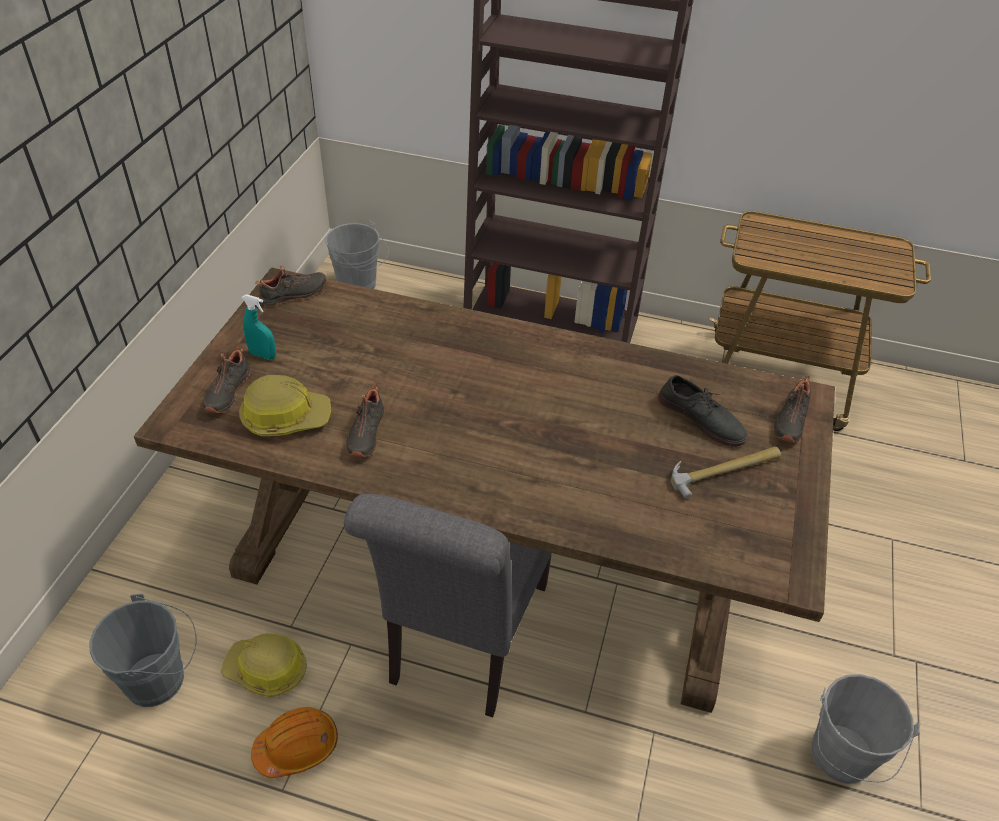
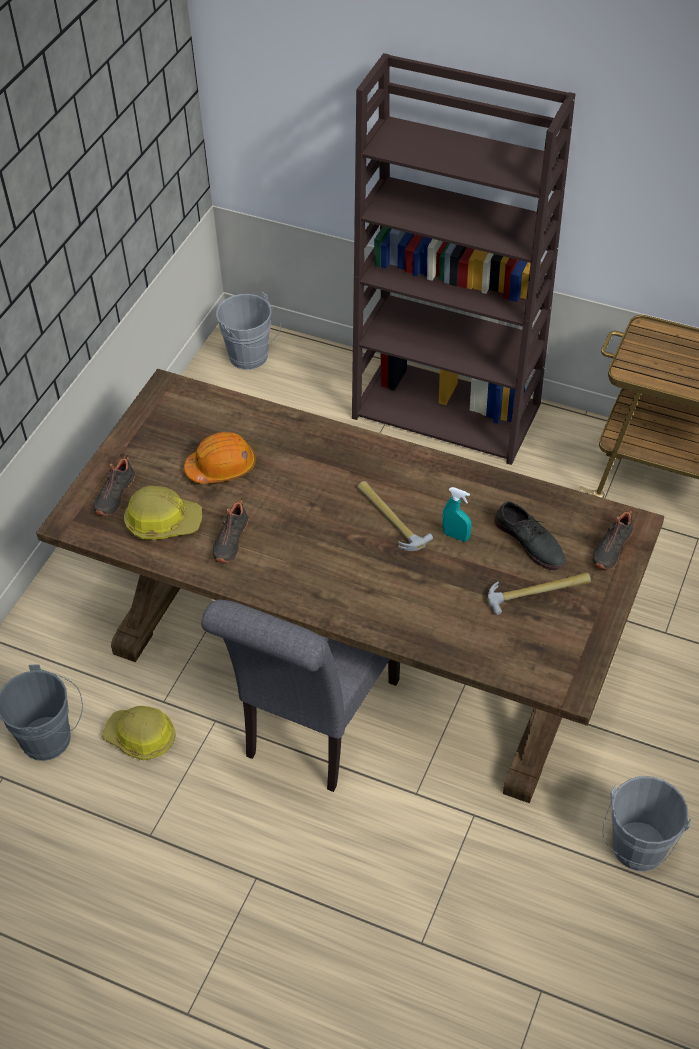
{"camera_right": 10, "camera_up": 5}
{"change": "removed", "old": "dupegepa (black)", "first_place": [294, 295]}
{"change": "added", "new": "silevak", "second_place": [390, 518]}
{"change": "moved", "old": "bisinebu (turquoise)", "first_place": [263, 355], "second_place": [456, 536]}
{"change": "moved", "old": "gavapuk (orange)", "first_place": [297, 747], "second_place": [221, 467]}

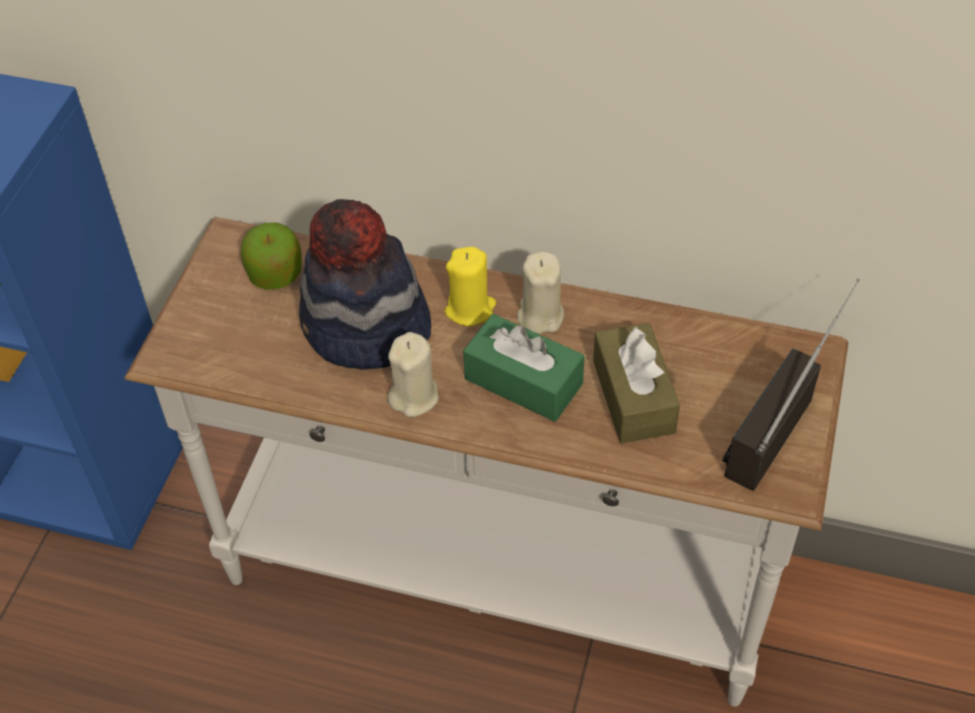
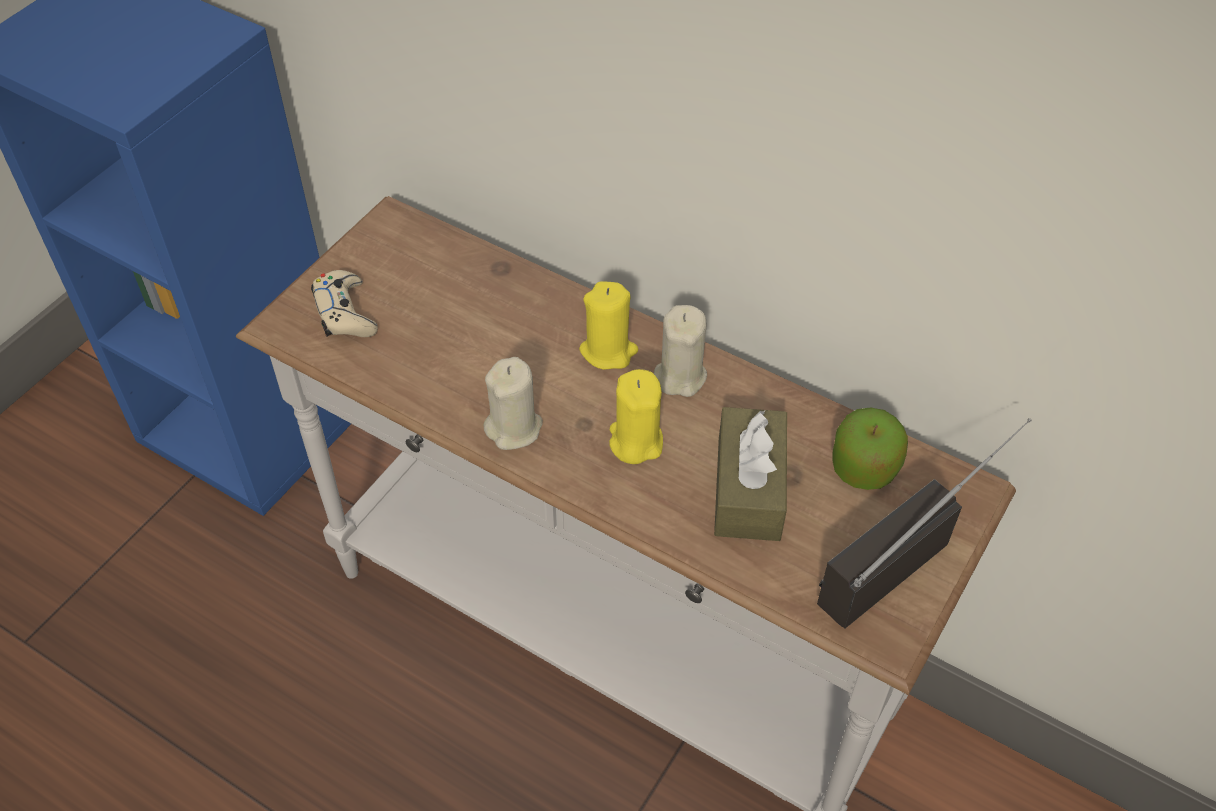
{"camera_right": 15, "camera_up": 0}
{"change": "removed", "old": "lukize", "first_place": [365, 328]}
{"change": "added", "new": "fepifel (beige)", "second_place": [345, 313]}
{"change": "moved", "old": "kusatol", "first_place": [275, 274], "second_place": [864, 468]}
{"change": "replaced", "old": "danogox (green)", "new": "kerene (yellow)", "first_place": [523, 381], "second_place": [635, 441]}

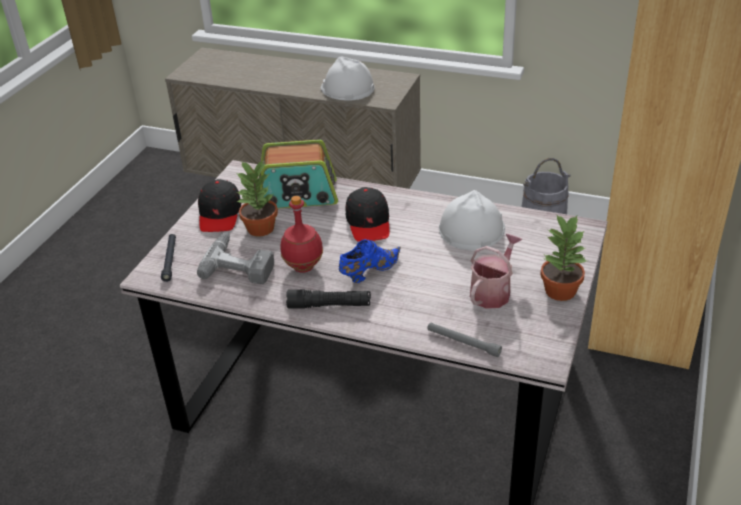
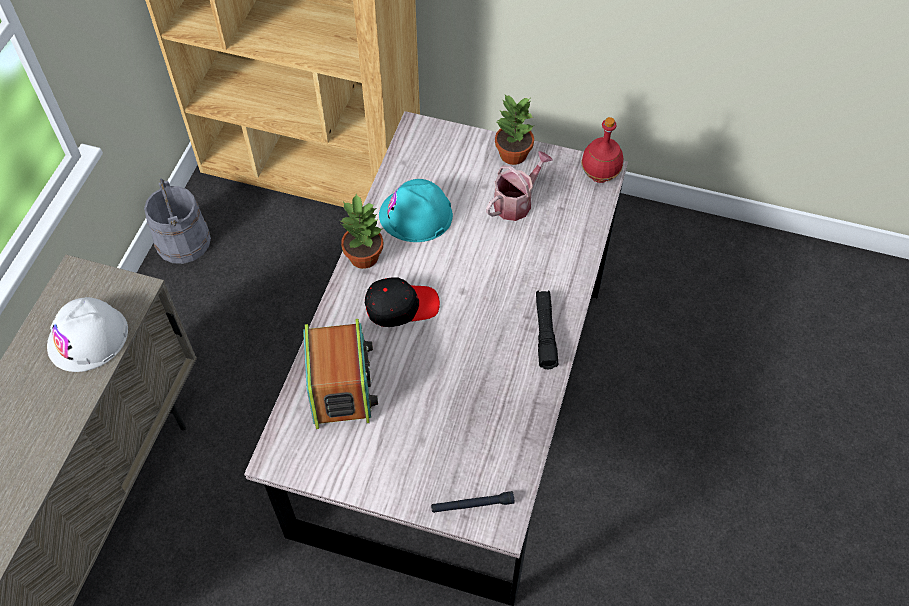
{"camera_right": -95, "camera_up": 20}
{"change": "removed", "old": "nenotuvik", "first_place": [241, 263]}
{"change": "removed", "old": "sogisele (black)", "first_place": [220, 214]}
{"change": "removed", "old": "dupegepa (blue)", "first_place": [368, 272]}
{"change": "removed", "old": "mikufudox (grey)", "first_place": [463, 343]}
{"change": "moved", "old": "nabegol", "first_place": [261, 229], "second_place": [364, 256]}
{"change": "moved", "old": "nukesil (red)", "first_place": [303, 267], "second_place": [599, 176]}
{"change": "recoloured", "old": "gavapuk (white)", "new": "gavapuk (turquoise)", "first_place": [471, 229], "second_place": [416, 215]}
{"change": "turned", "old": "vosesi", "first_place": [493, 291], "second_place": [516, 202], "degrees": 105}

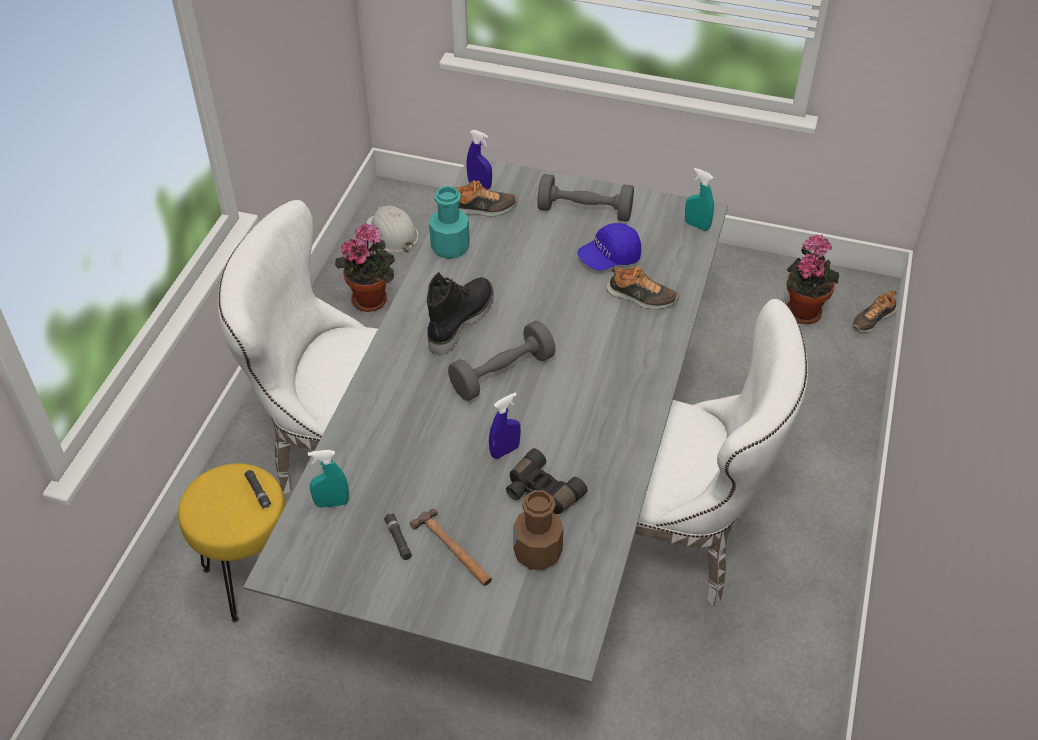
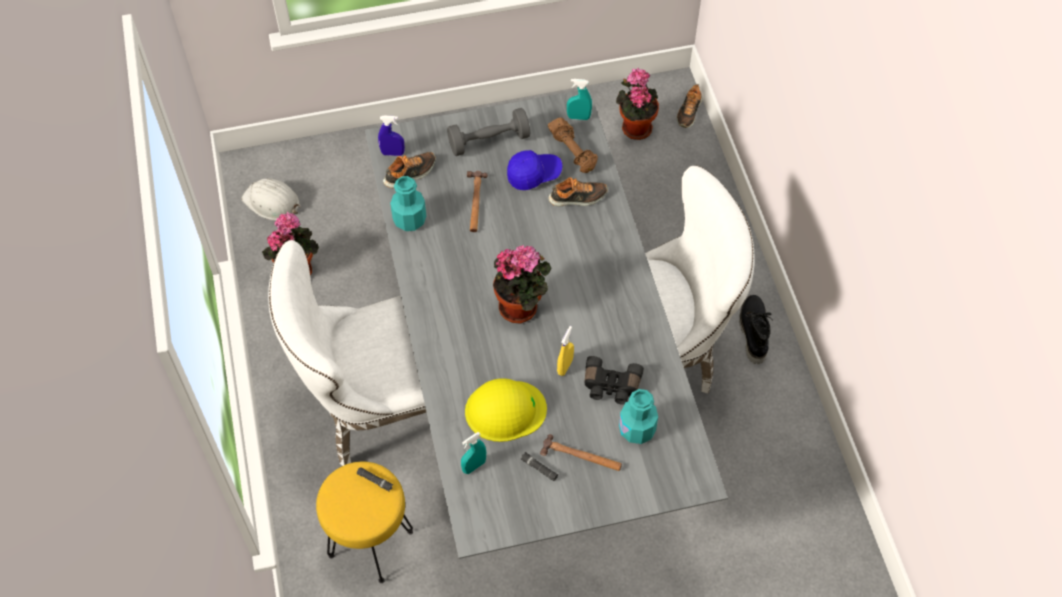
{"camera_right": -30, "camera_up": 10}
{"change": "added", "new": "gavapuk (yellow)", "second_place": [505, 410]}
{"change": "added", "new": "silevak", "second_place": [475, 202]}
{"change": "added", "new": "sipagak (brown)", "second_place": [573, 151]}
{"change": "moved", "old": "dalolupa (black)", "first_place": [459, 321], "second_place": [752, 332]}
{"change": "replaced", "old": "sipagak (grey)", "new": "nabegol", "first_place": [502, 374], "second_place": [522, 307]}
{"change": "recoloured", "old": "bisinebu (blue)", "new": "bisinebu (yellow)", "first_place": [505, 451], "second_place": [565, 366]}
{"change": "recoloured", "old": "nukesil (brown)", "new": "nukesil (turquoise)", "first_place": [537, 552], "second_place": [637, 429]}
{"change": "turned", "old": "sogisele (blue)", "first_place": [609, 258], "second_place": [533, 174], "degrees": -135}

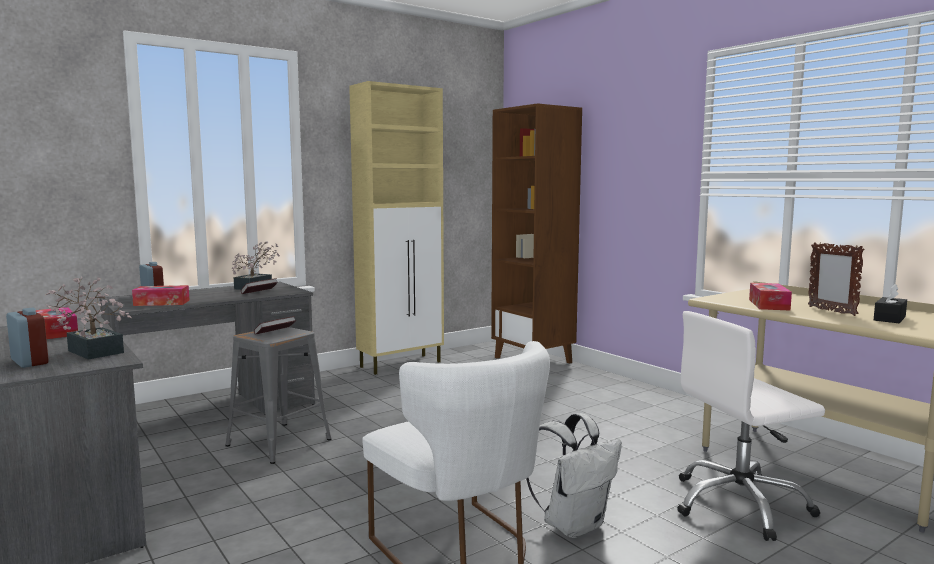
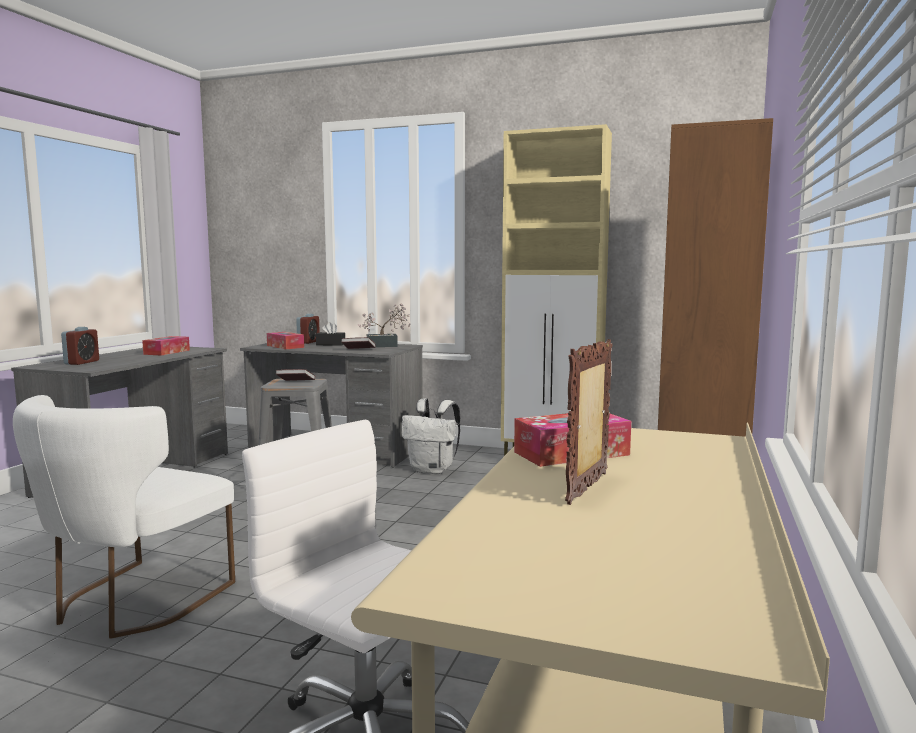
{"camera_right": 55, "camera_up": 0}
{"change": "removed", "old": "nabegol", "first_place": [93, 350]}
{"change": "moved", "old": "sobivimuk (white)", "first_place": [574, 525], "second_place": [433, 470]}
{"change": "moved", "old": "danogox (black)", "first_place": [889, 318], "second_place": [330, 344]}

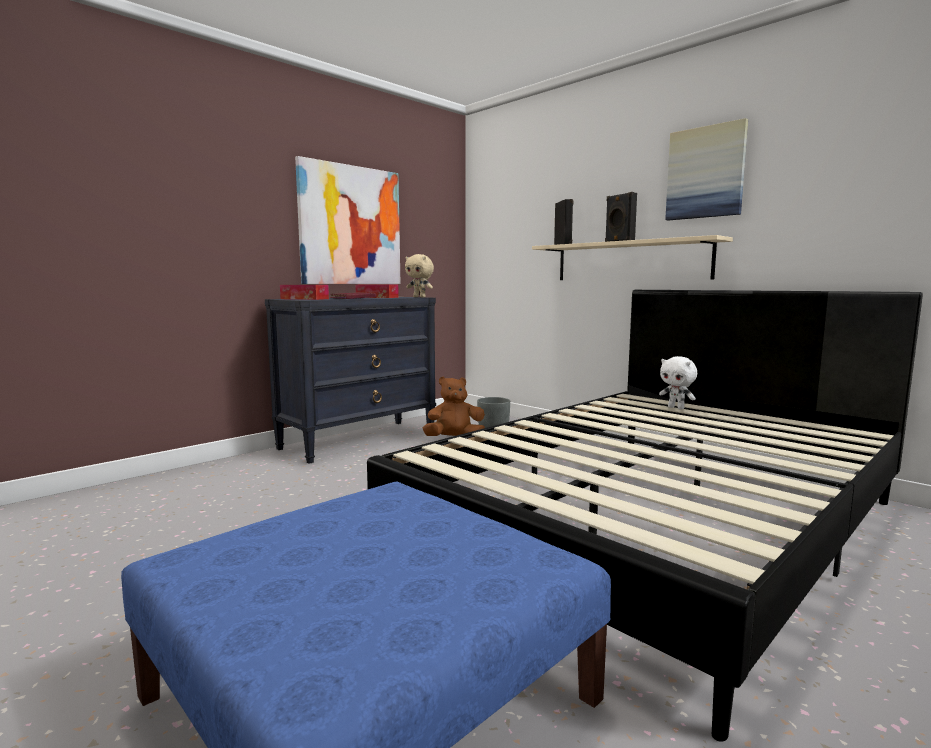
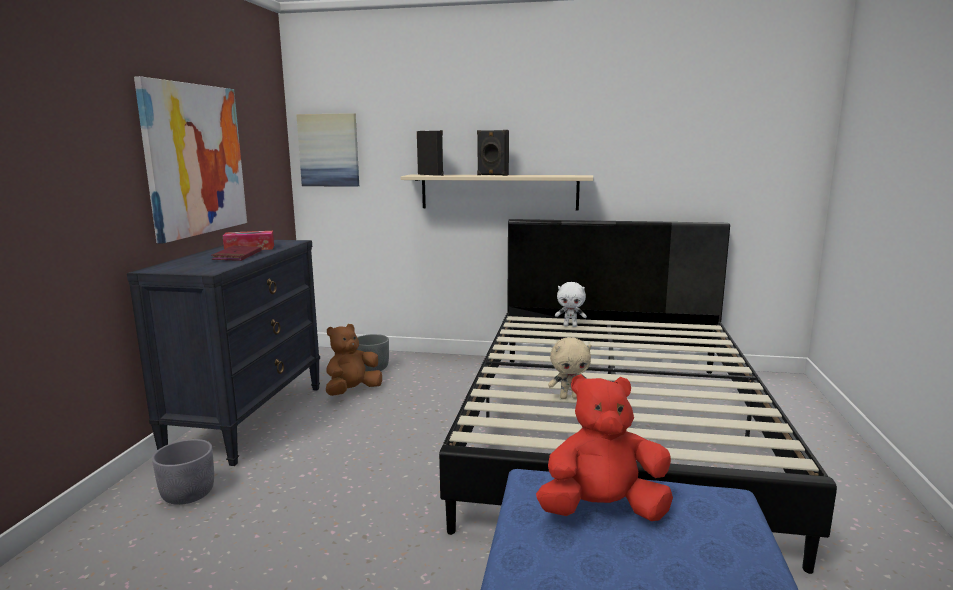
{"camera_right": -35, "camera_up": 5}
{"change": "removed", "old": "danogox", "first_place": [304, 299]}
{"change": "added", "new": "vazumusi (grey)", "second_place": [188, 494]}
{"change": "added", "new": "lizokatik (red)", "second_place": [603, 510]}
{"change": "moved", "old": "lizokatik (beige)", "first_place": [420, 297], "second_place": [569, 397]}
{"change": "moved", "old": "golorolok", "first_place": [705, 172], "second_place": [329, 150]}

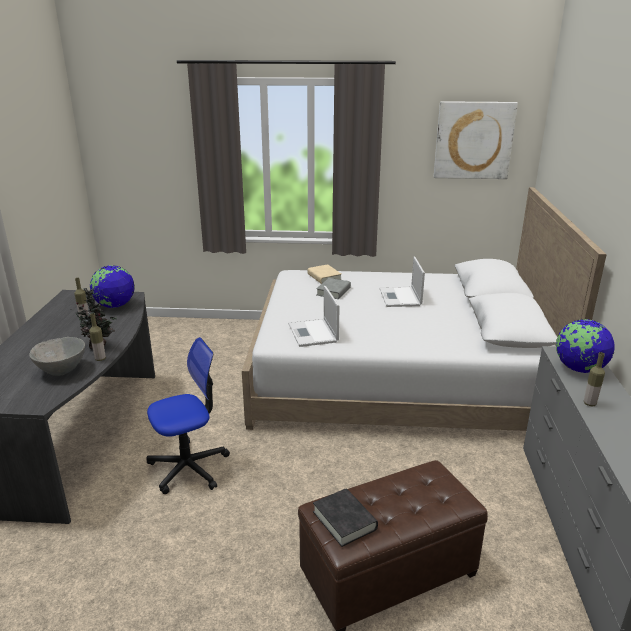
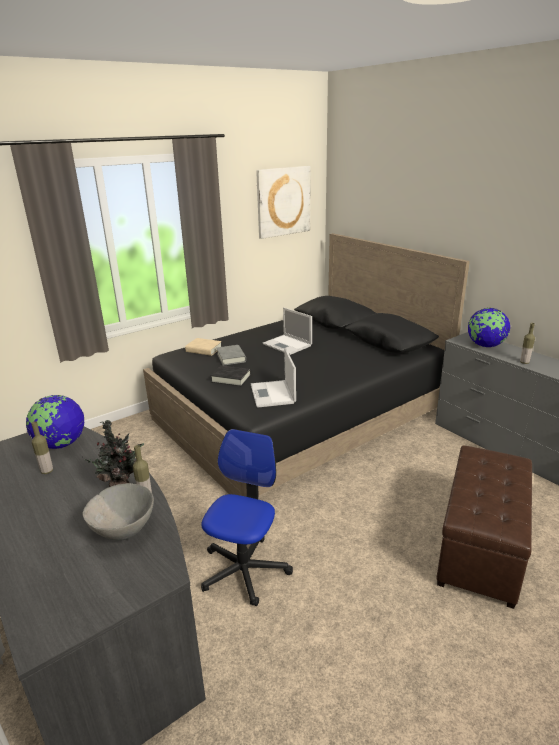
{"camera_right": -40, "camera_up": 0}
{"change": "moved", "old": "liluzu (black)", "first_place": [344, 520], "second_place": [231, 378]}
{"change": "recoloured", "old": "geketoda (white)", "new": "geketoda (black)", "first_place": [396, 377], "second_place": [300, 414]}
{"change": "turned", "old": "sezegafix", "first_place": [313, 333], "second_place": [273, 394], "degrees": 45}

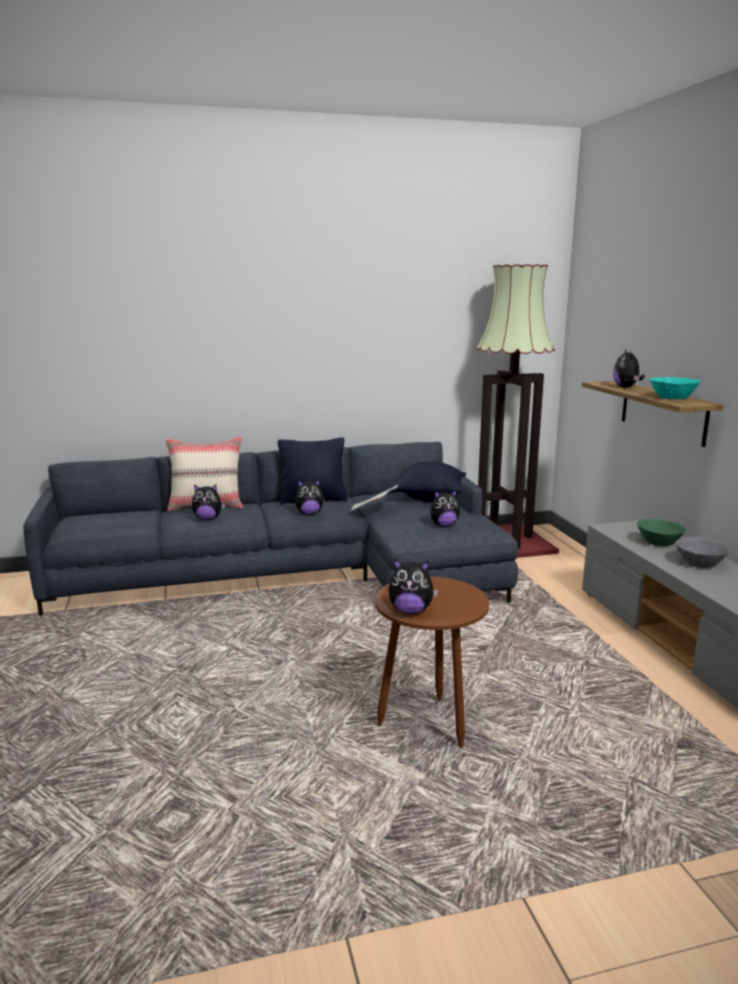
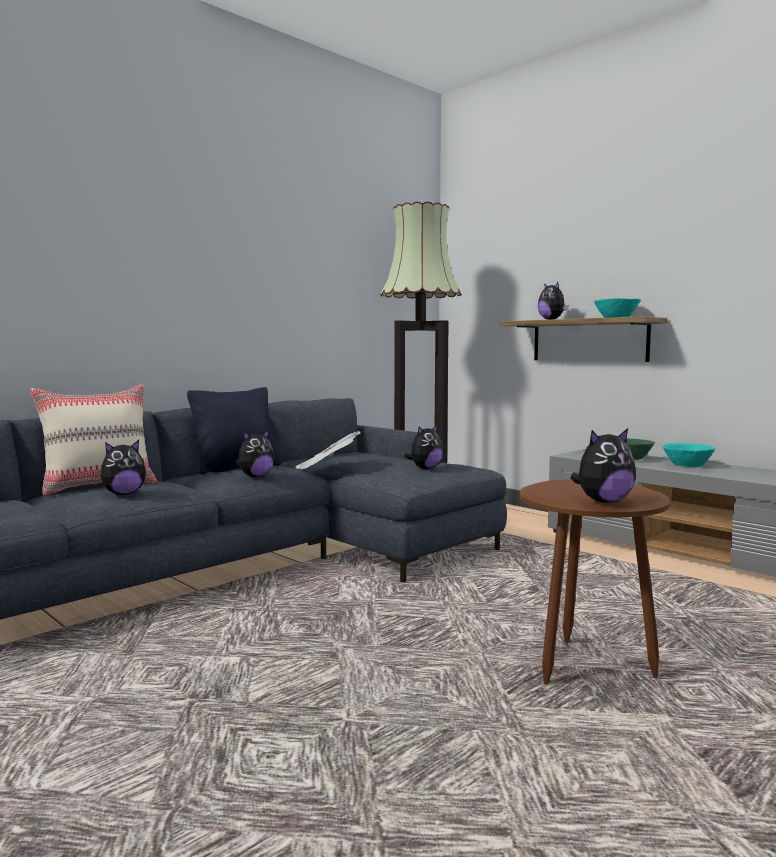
{"camera_right": -30, "camera_up": -10}
{"change": "removed", "old": "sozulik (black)", "first_place": [430, 498]}
{"change": "recoloured", "old": "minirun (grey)", "new": "minirun (turquoise)", "first_place": [699, 563], "second_place": [687, 465]}

